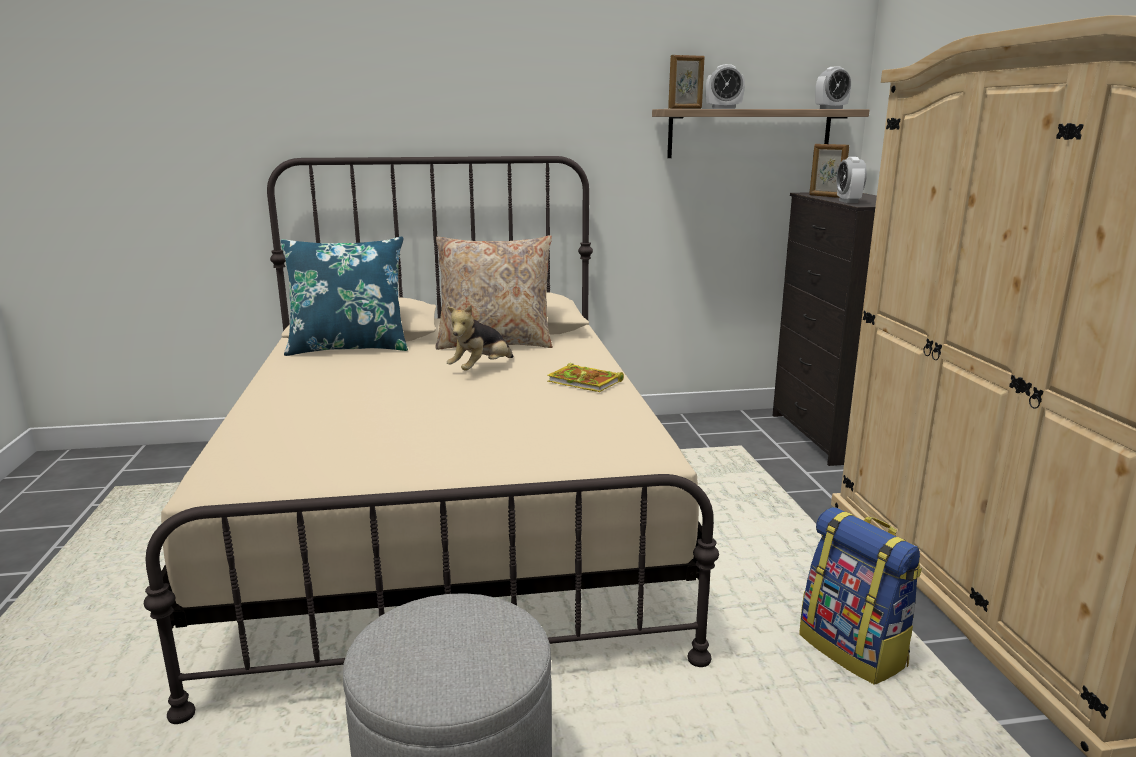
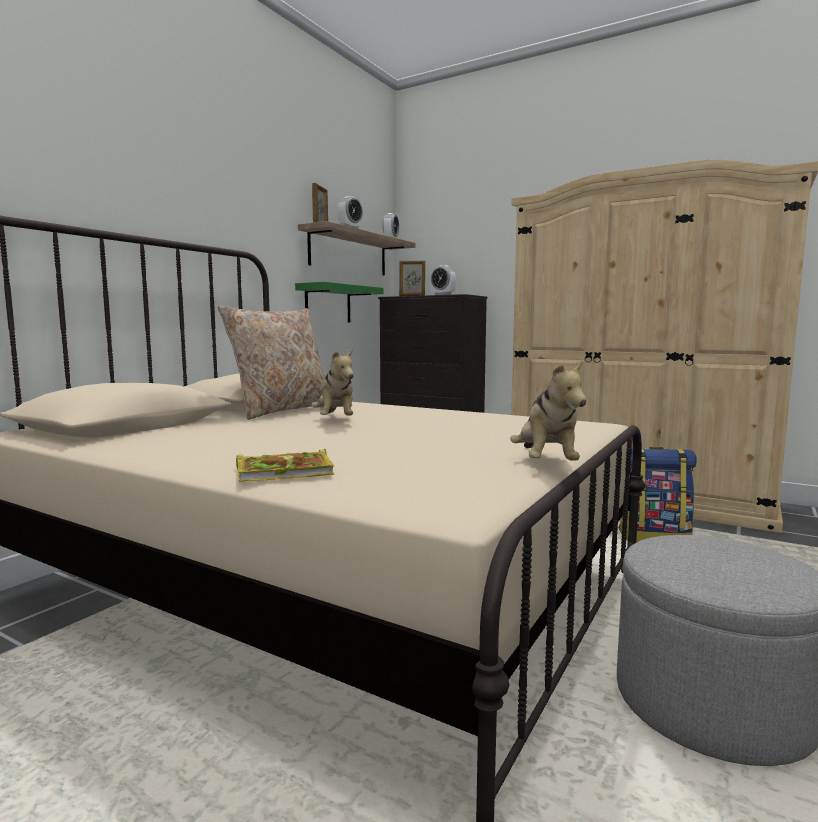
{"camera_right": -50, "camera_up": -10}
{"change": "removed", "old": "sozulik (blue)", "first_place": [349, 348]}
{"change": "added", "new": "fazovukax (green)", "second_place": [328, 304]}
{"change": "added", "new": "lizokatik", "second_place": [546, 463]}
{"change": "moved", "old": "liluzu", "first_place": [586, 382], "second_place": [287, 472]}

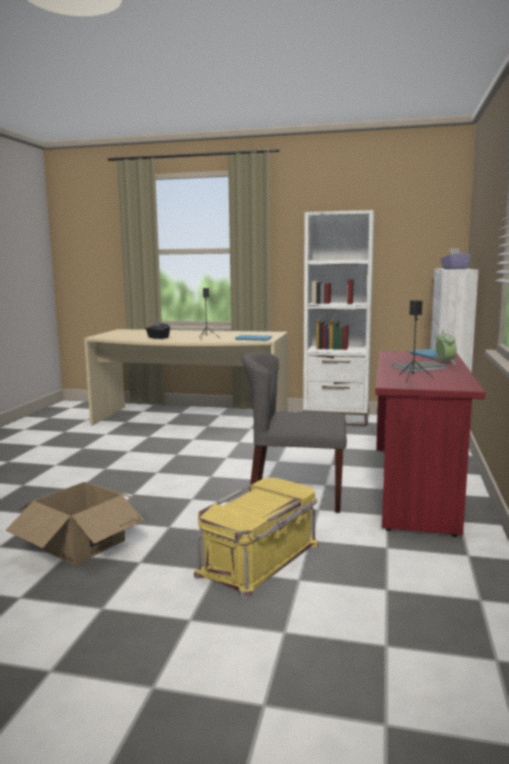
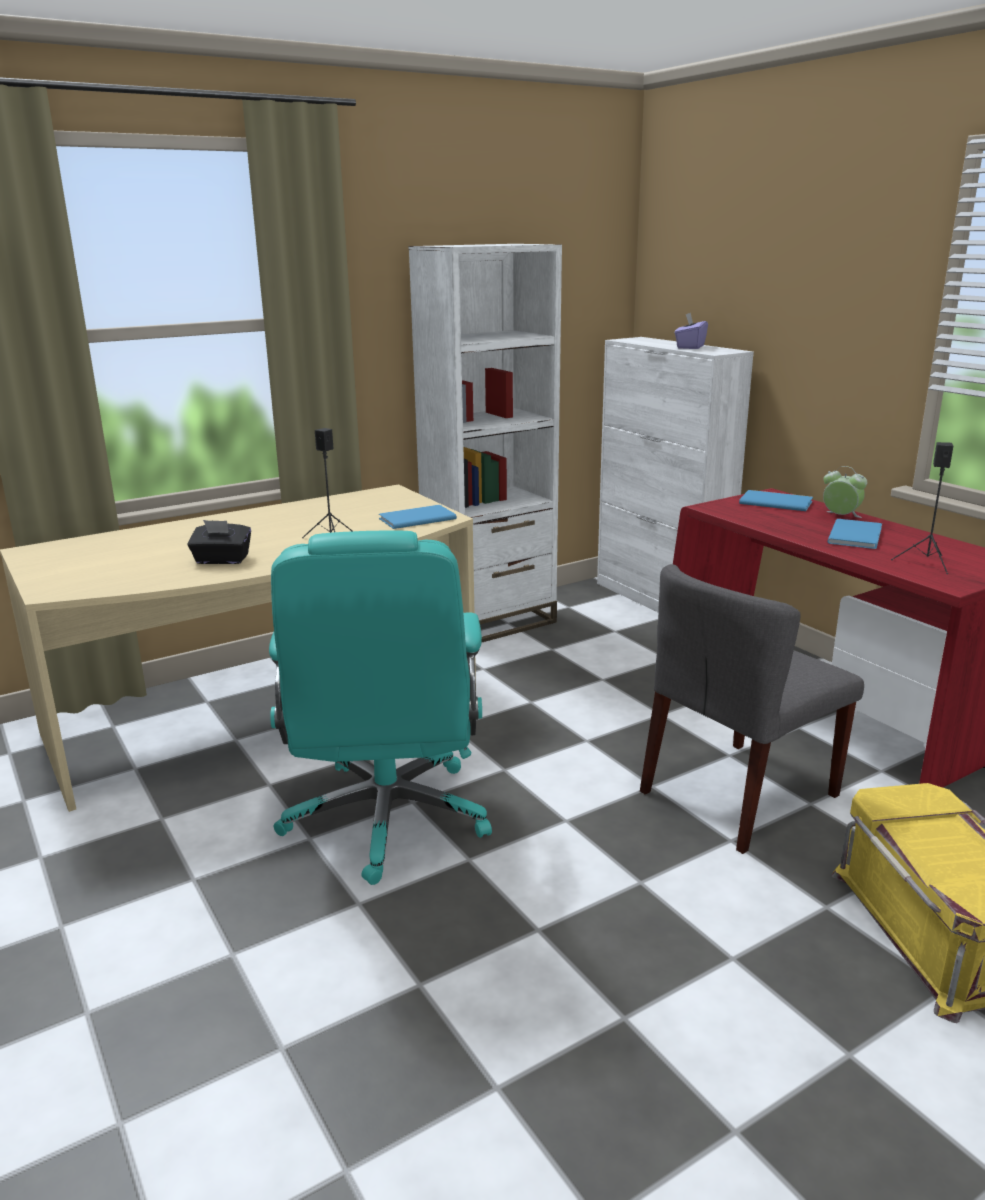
{"camera_right": -45, "camera_up": 10}
{"change": "removed", "old": "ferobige", "first_place": [82, 543]}
{"change": "added", "new": "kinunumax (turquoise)", "second_place": [387, 819]}
{"change": "recoloured", "old": "liluzu (grey)", "new": "liluzu (blue)", "first_place": [421, 368], "second_place": [857, 535]}

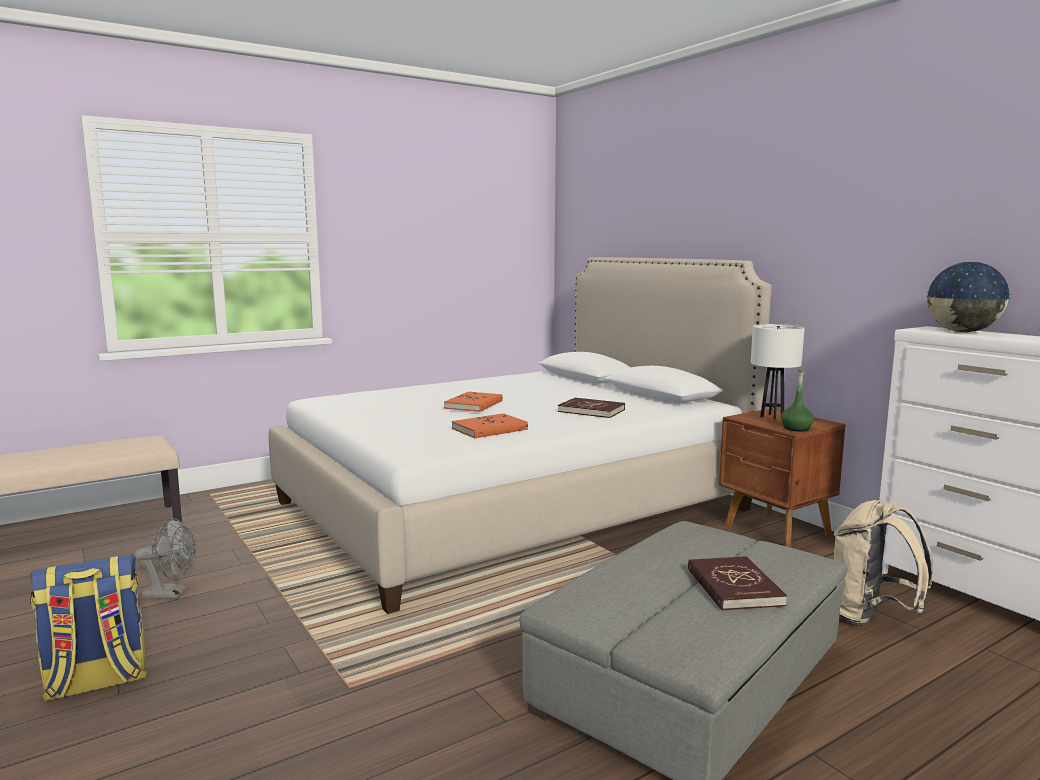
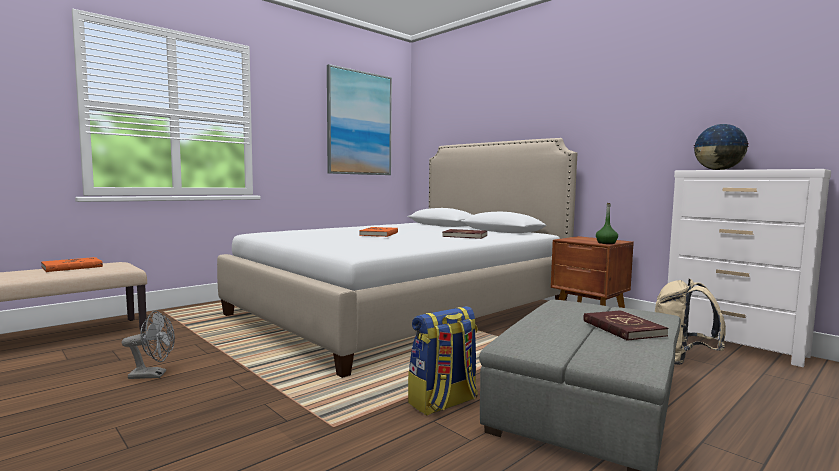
{"camera_right": -10, "camera_up": -5}
{"change": "removed", "old": "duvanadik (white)", "first_place": [772, 417]}
{"change": "added", "new": "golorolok", "second_place": [359, 123]}
{"change": "moved", "old": "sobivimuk", "first_place": [96, 682], "second_place": [443, 403]}
{"change": "moved", "old": "liluzu (orange)", "first_place": [489, 429], "second_place": [72, 267]}

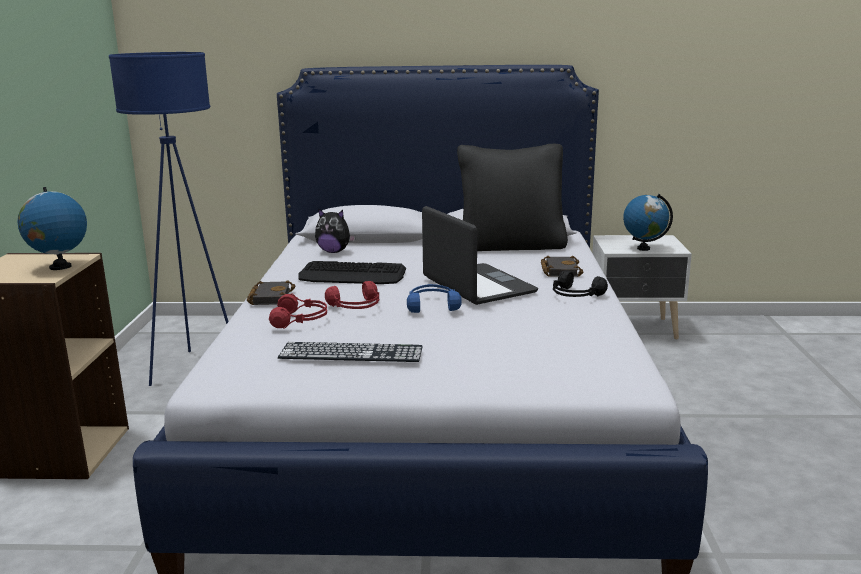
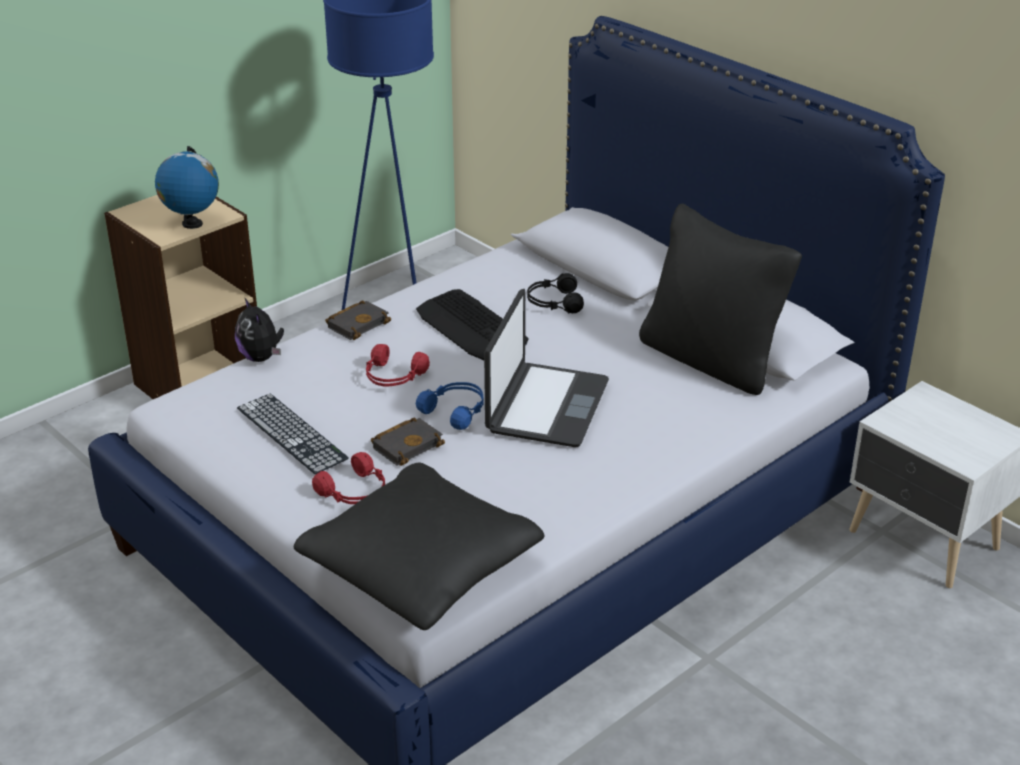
{"camera_right": 45, "camera_up": 15}
{"change": "removed", "old": "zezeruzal", "first_place": [643, 248]}
{"change": "added", "new": "sozulik (black)", "second_place": [421, 567]}
{"change": "moved", "old": "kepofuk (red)", "first_place": [300, 320], "second_place": [355, 492]}
{"change": "moved", "old": "lizokatik", "first_place": [334, 251], "second_place": [261, 357]}
{"change": "moved", "old": "liluzu (black)", "first_place": [559, 270], "second_place": [407, 444]}
{"change": "moved", "old": "kepofuk (black)", "first_place": [575, 295], "second_place": [553, 303]}

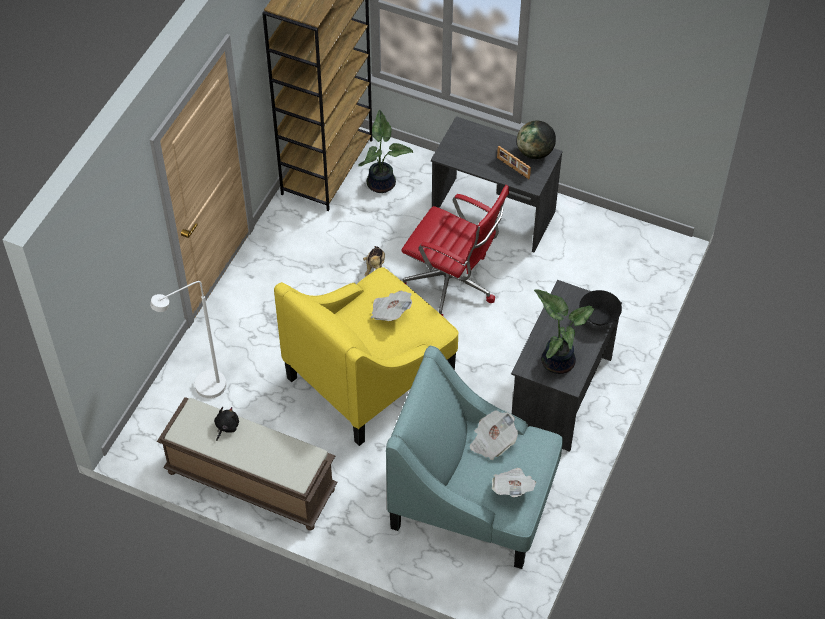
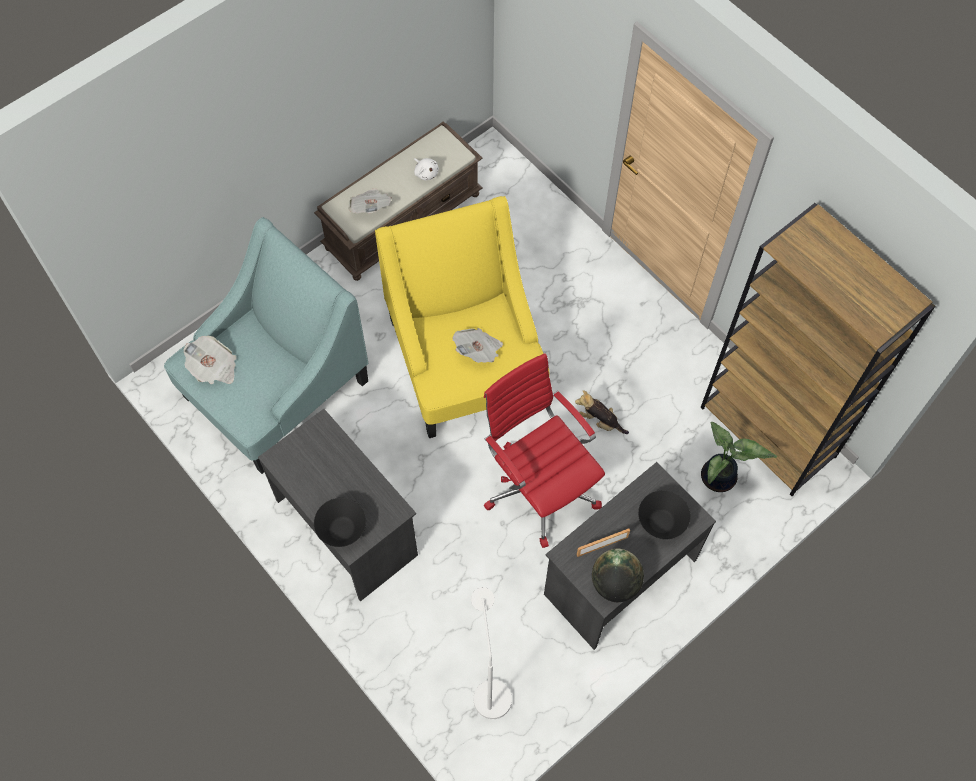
{"camera_right": 115, "camera_up": 10}
{"change": "removed", "old": "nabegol", "first_place": [558, 360]}
{"change": "added", "new": "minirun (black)", "second_place": [661, 522]}
{"change": "moved", "old": "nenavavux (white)", "first_place": [203, 390], "second_place": [489, 688]}
{"change": "moved", "old": "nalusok", "first_place": [492, 442], "second_place": [370, 208]}
{"change": "recoloured", "old": "lizokatik (black)", "new": "lizokatik (white)", "first_place": [226, 427], "second_place": [426, 172]}
{"change": "turned", "old": "kinunumax (red)", "first_place": [452, 285], "second_place": [539, 486], "degrees": 90}

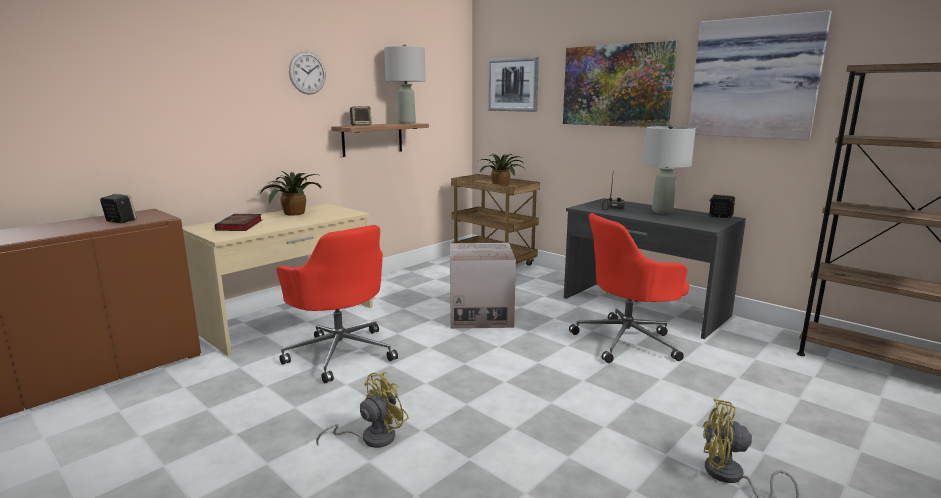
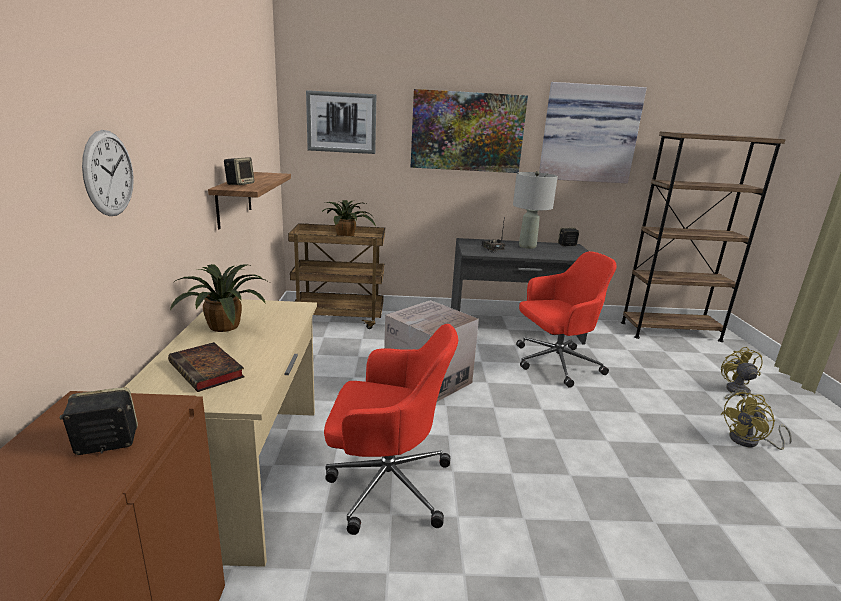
{"camera_right": -45, "camera_up": 5}
{"change": "removed", "old": "duvanadik (grey)", "first_place": [407, 123]}
{"change": "moved", "old": "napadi", "first_place": [307, 73], "second_place": [109, 173]}
{"change": "moved", "old": "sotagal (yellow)", "first_place": [371, 438], "second_place": [735, 392]}
{"change": "turned", "old": "kinunumax (red)", "first_place": [627, 341], "second_place": [555, 363], "degrees": -135}

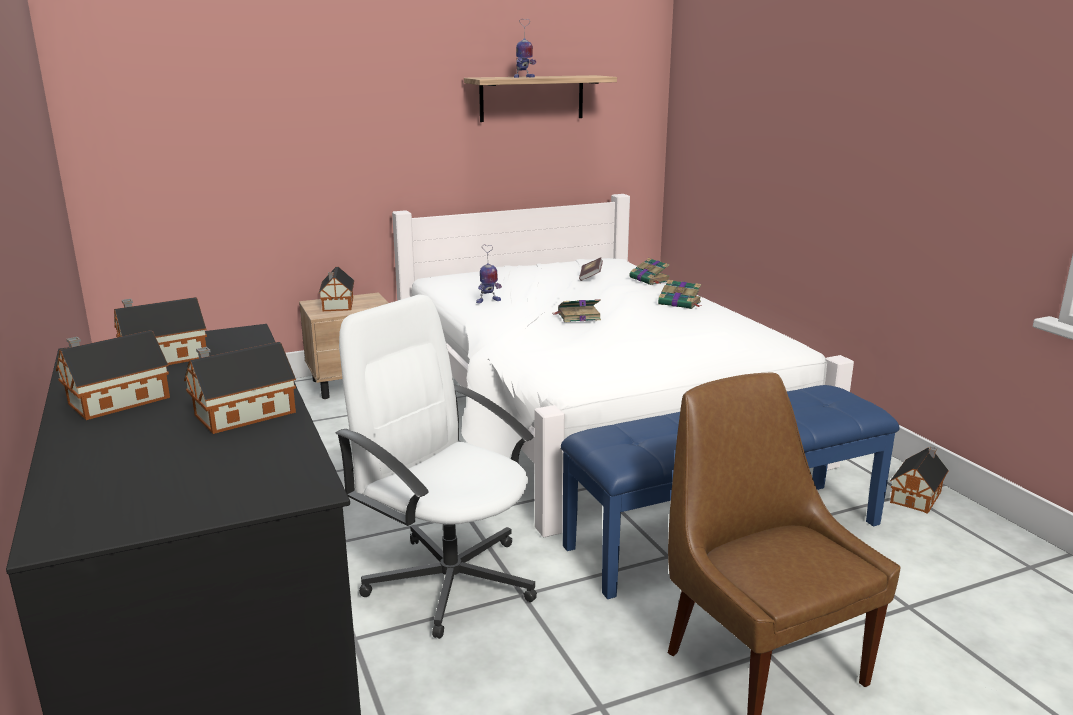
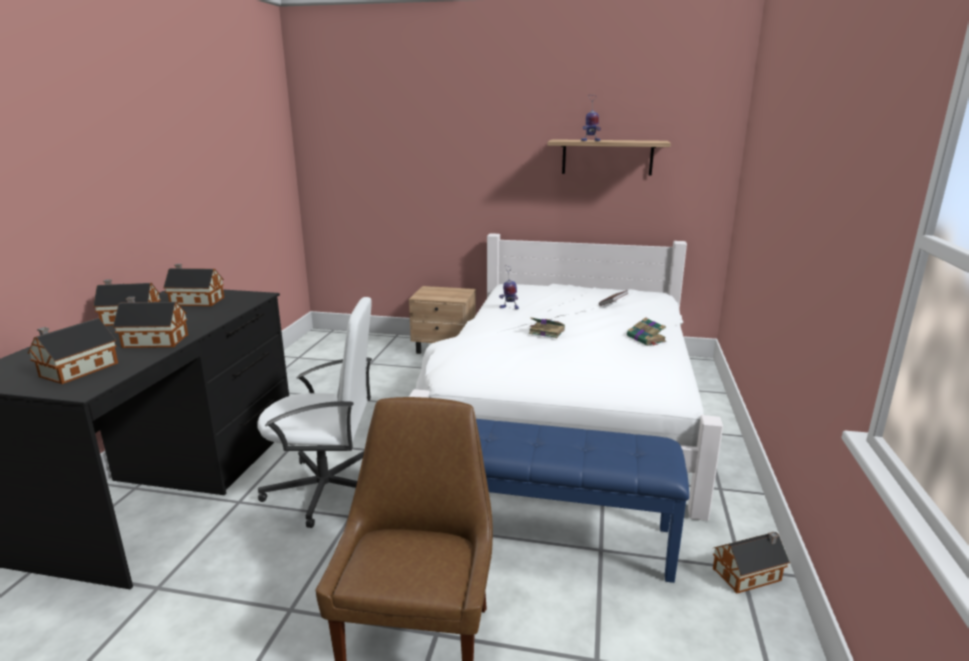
{"camera_right": 35, "camera_up": 0}
{"change": "removed", "old": "liluzu", "first_place": [650, 280]}
{"change": "moved", "old": "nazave", "first_place": [337, 305], "second_place": [76, 370]}
{"change": "turned", "old": "kinunumax (white)", "first_place": [450, 580], "second_place": [327, 489], "degrees": 105}

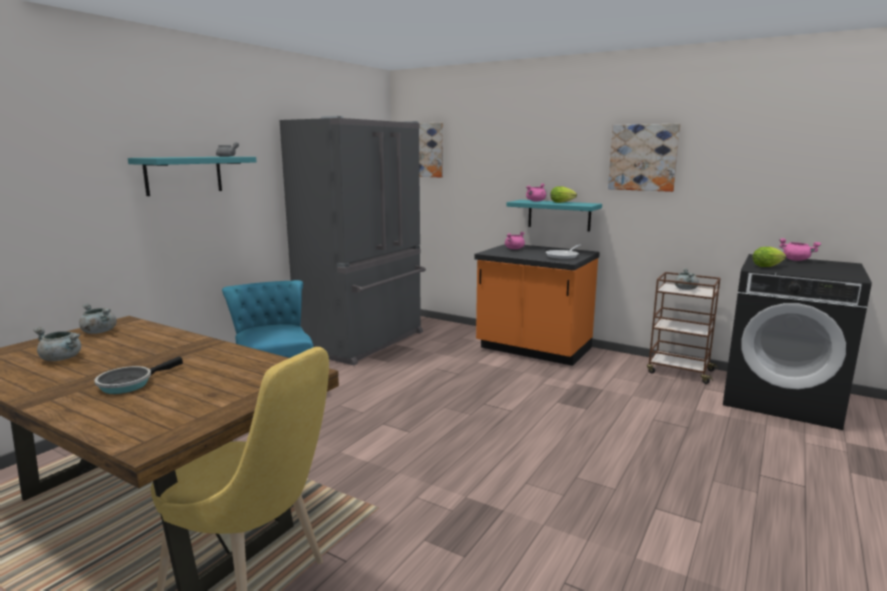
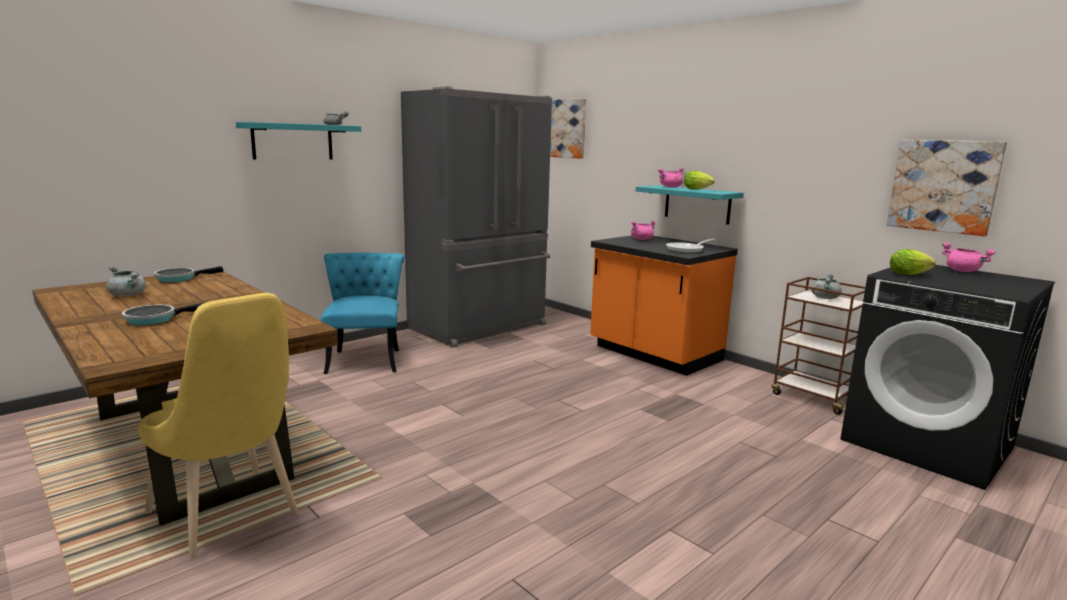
{"camera_right": 15, "camera_up": 0}
{"change": "moved", "old": "golorolok", "first_place": [643, 157], "second_place": [943, 186]}
{"change": "replaced", "old": "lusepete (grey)", "new": "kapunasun", "first_place": [98, 332], "second_place": [179, 278]}

